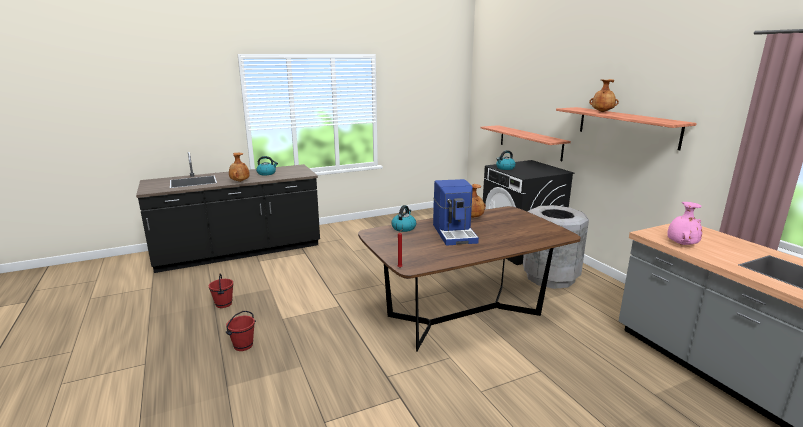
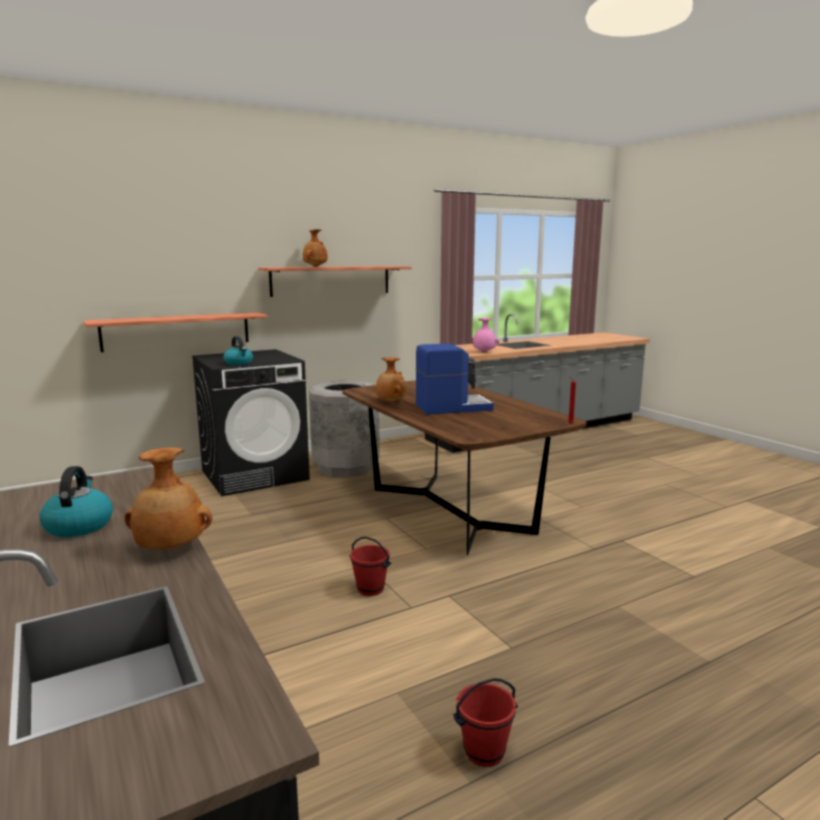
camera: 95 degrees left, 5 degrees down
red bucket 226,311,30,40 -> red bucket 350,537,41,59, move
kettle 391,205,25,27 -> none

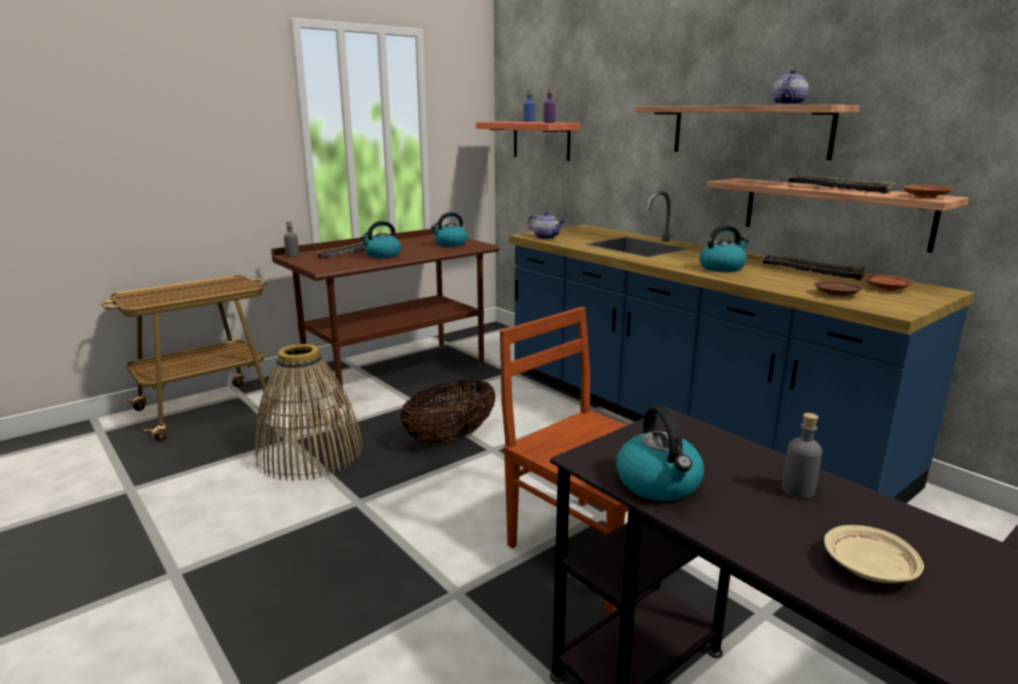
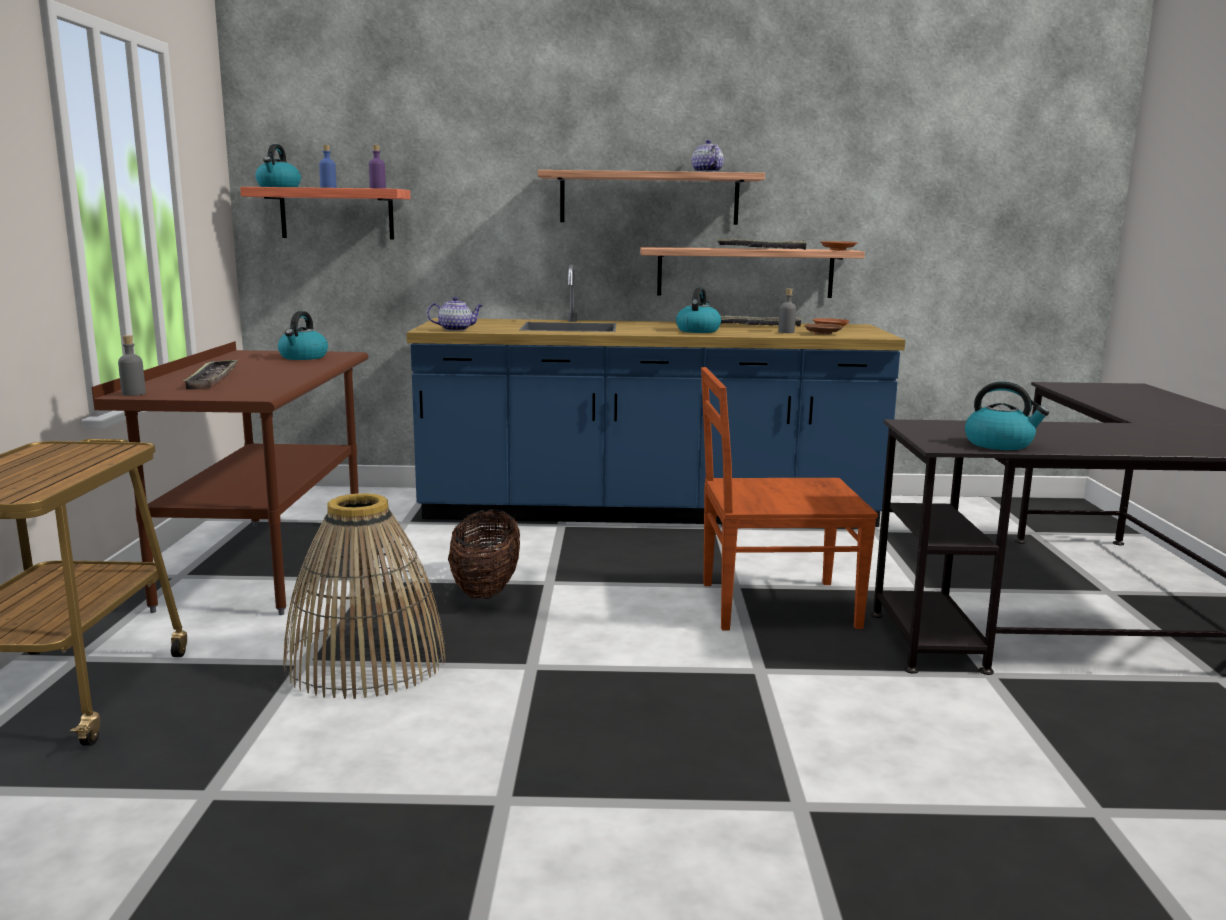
camera: 50 degrees left, 5 degrees down
kettle 360,221,41,37 -> kettle 255,144,46,43, move
grey bottle 782,413,40,86 -> grey bottle 778,289,18,44, move
beige plate 824,525,100,58 -> none

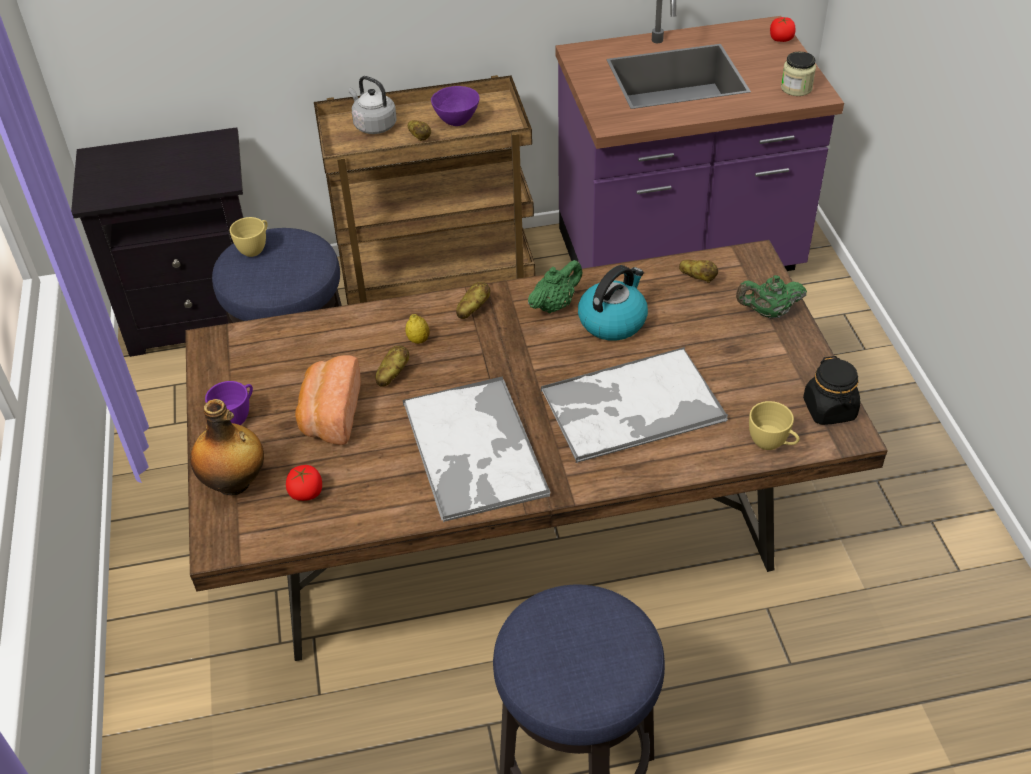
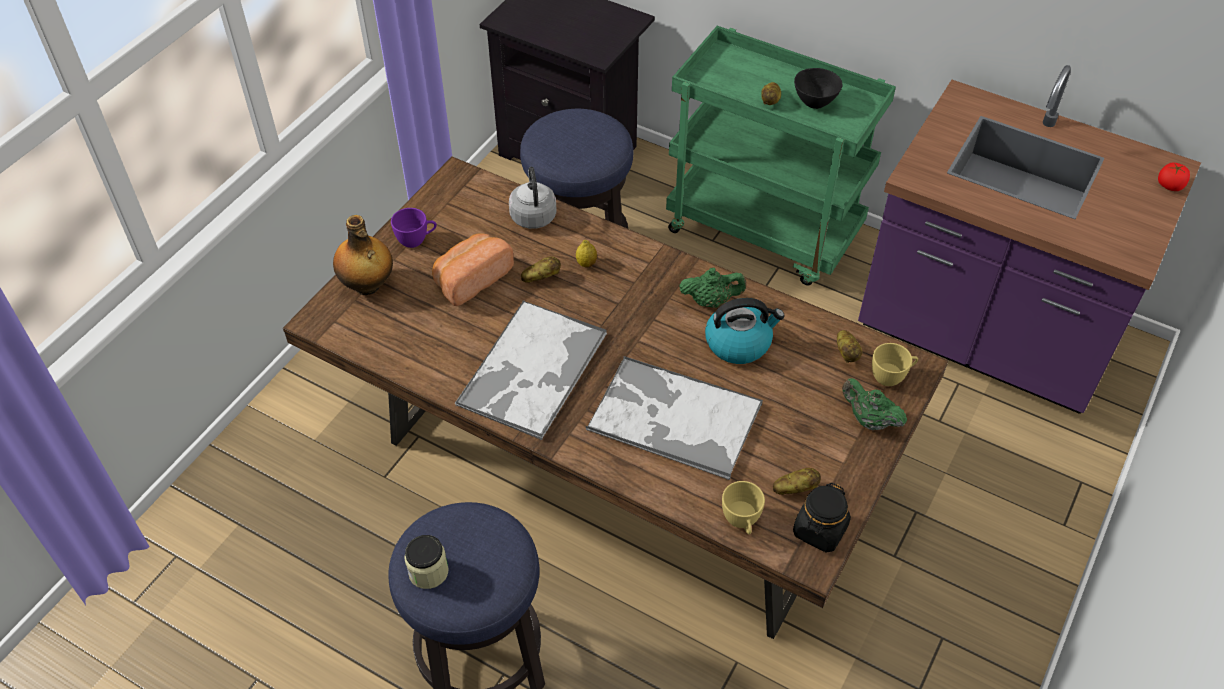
camera: 40 degrees right, 5 degrees up
yellow cup 230,217,38,40 -> yellow cup 872,343,46,43, move
tomato 286,465,36,36 -> none
brown cart 314,75,221,230 -> green cart 666,26,230,259
grey kettle 349,76,48,58 -> grey kettle 509,167,47,62, move
purple bowl 431,86,49,40 -> black bowl 794,68,48,41
potato 456,282,34,37 -> potato 773,468,48,27, move
jar 781,51,35,45 -> jar 404,535,45,54, move

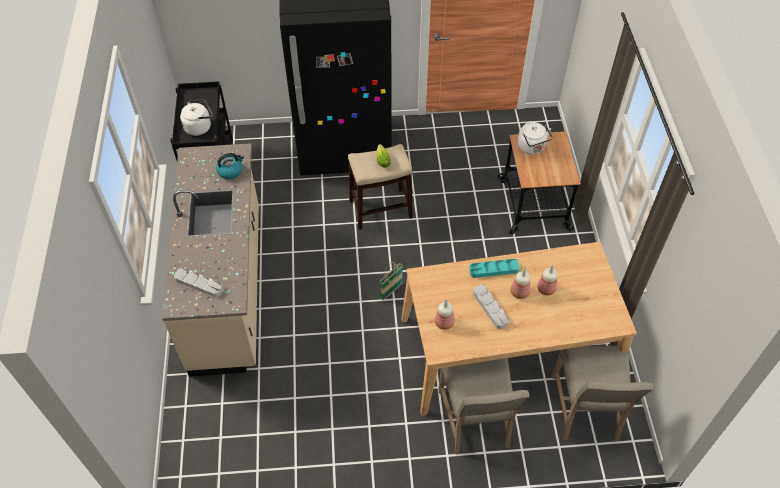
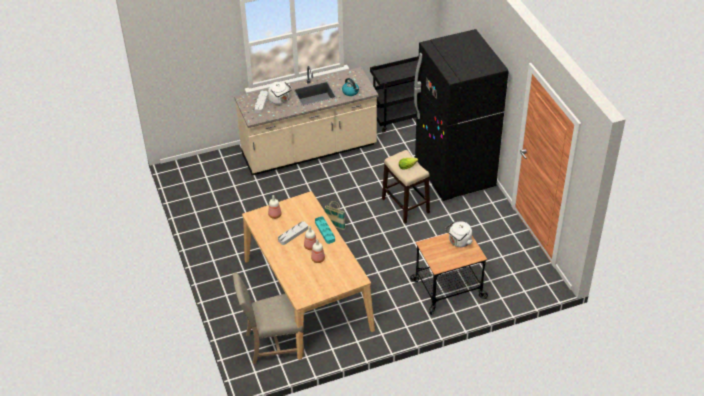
camera: 75 degrees right, 10 degrees down
white kettle 180,99,33,37 -> white kettle 268,82,24,23, move
beige chair 438,358,91,96 -> none

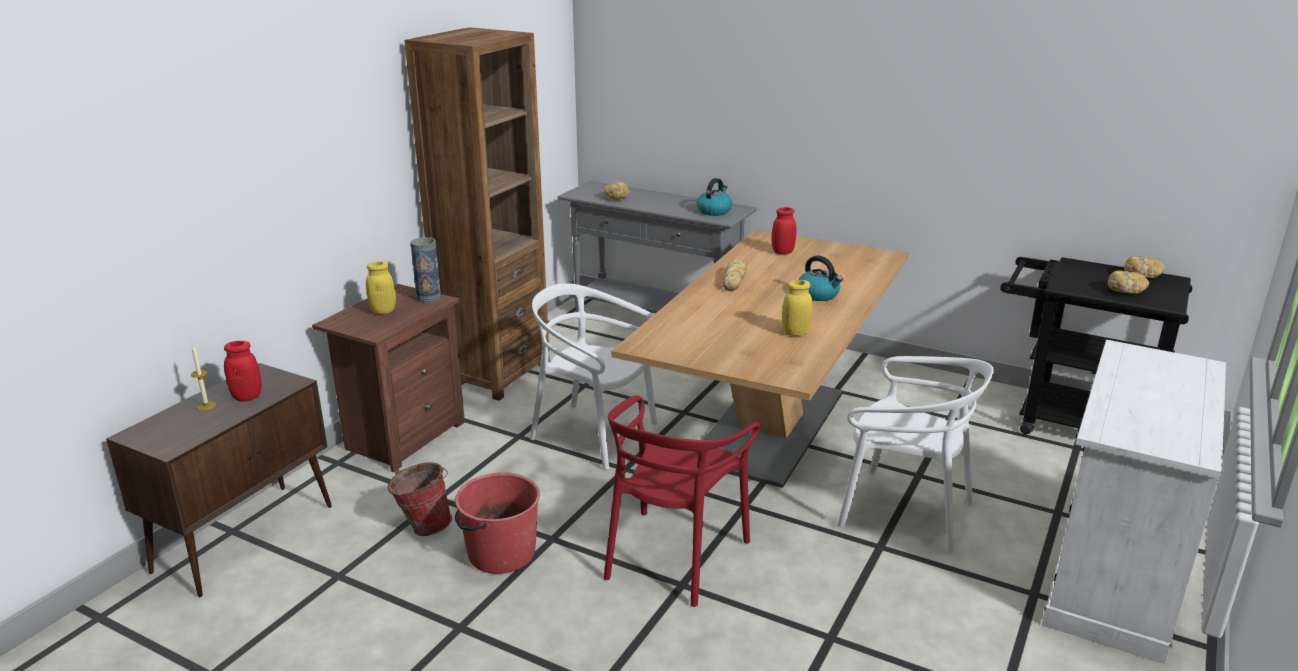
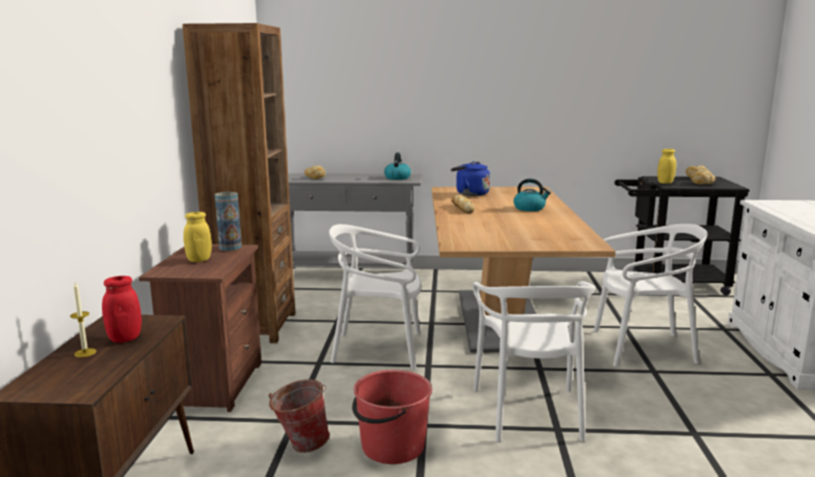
camera: 25 degrees left, 10 degrees down
red chair 604,395,156,212 -> white chair 473,281,122,161
red jar 771,207,25,47 -> blue kettle 451,162,39,34
yellow jar 782,280,31,56 -> yellow jar 657,149,19,35, move

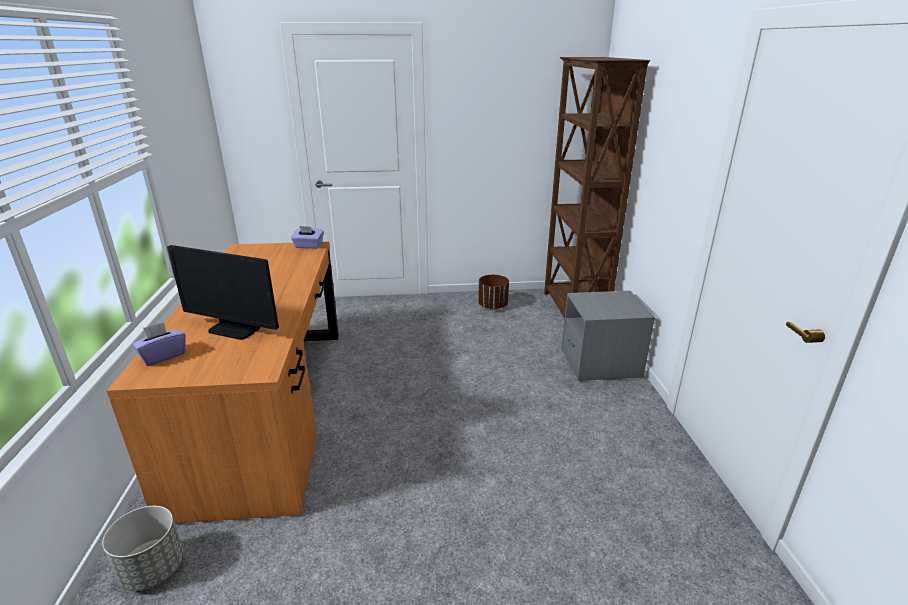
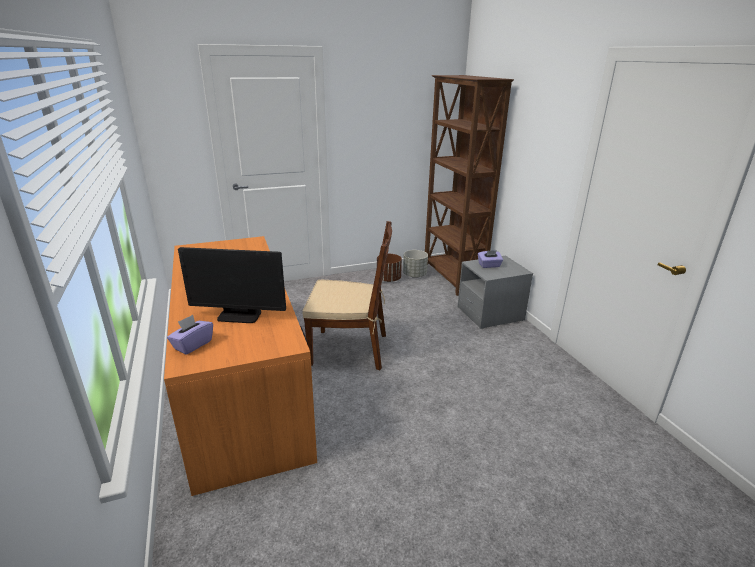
camera: 15 degrees left, 0 degrees up
grey planter 102,506,82,85 -> grey planter 403,250,25,28, move
purple tissue box 291,226,33,23 -> purple tissue box 478,250,25,18, move
none -> brown chair 302,221,90,149

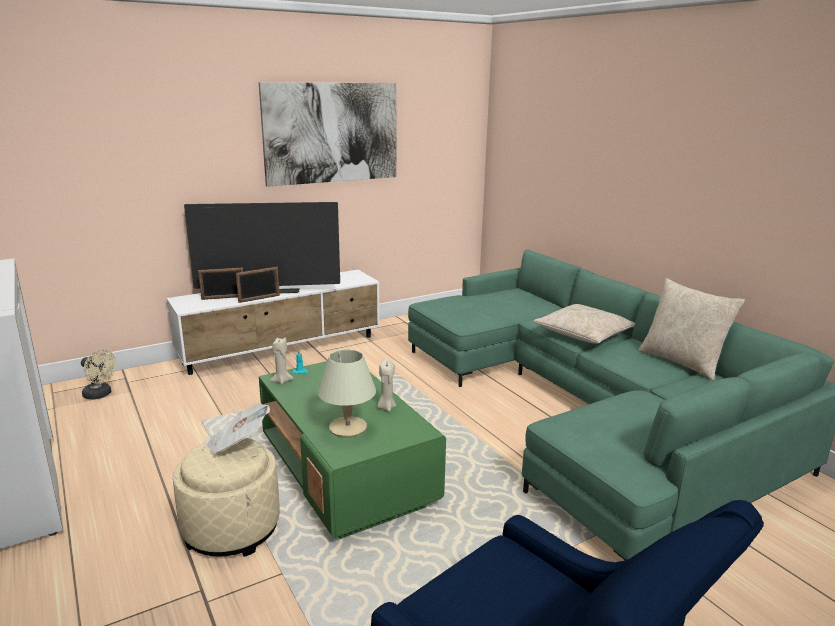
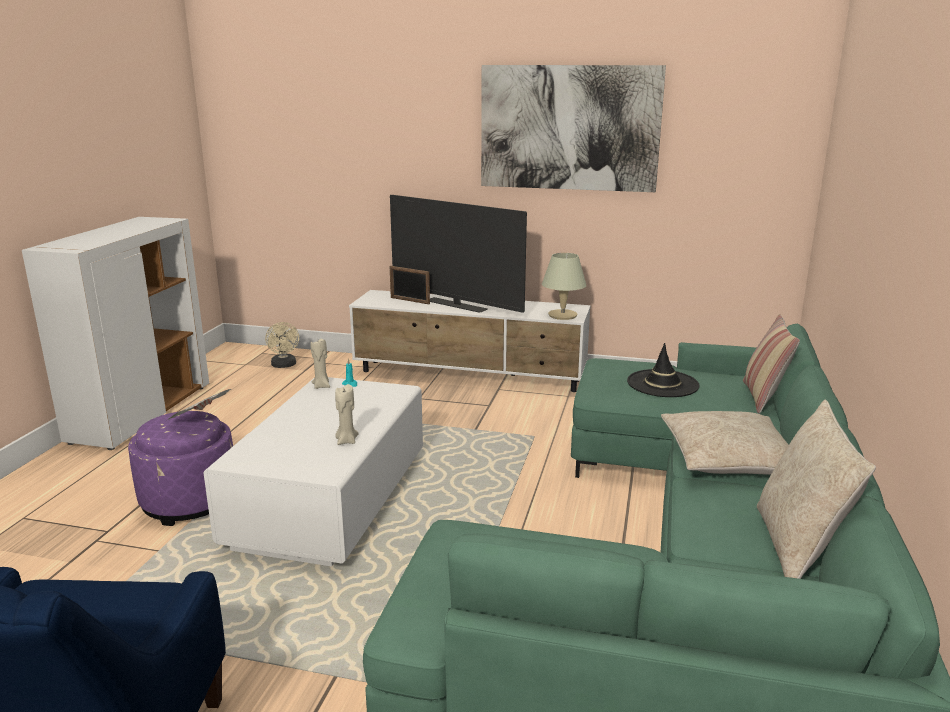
camera: 45 degrees right, 0 degrees up
beige ottoman 173,438,107,119 -> purple ottoman 128,411,105,115
picture frame 236,267,44,36 -> none
green coffee table 259,361,187,178 -> white coffee table 204,377,219,190
beige table lamp 318,349,58,89 -> beige table lamp 542,253,45,67, move
none -> black hat 627,343,73,54
none -> pillow 743,314,57,100

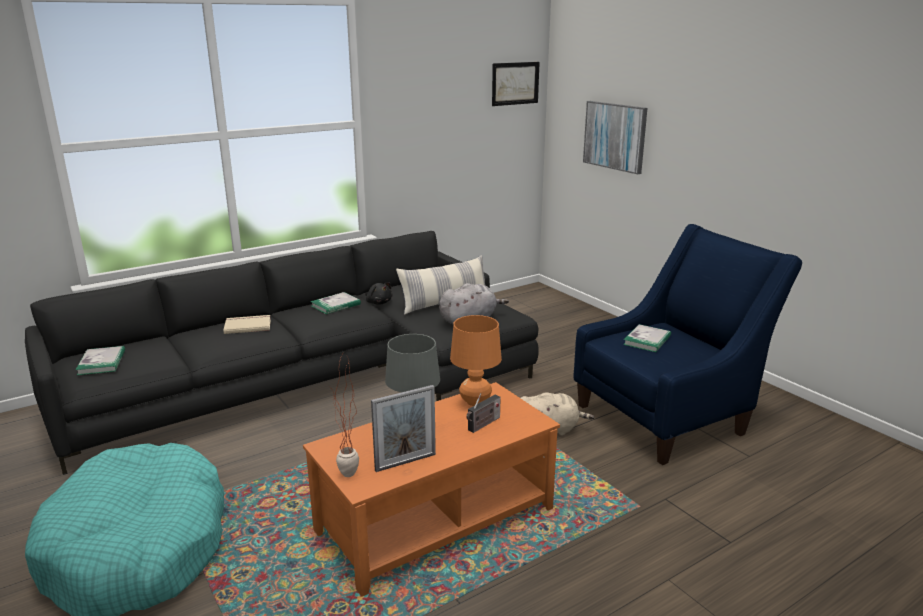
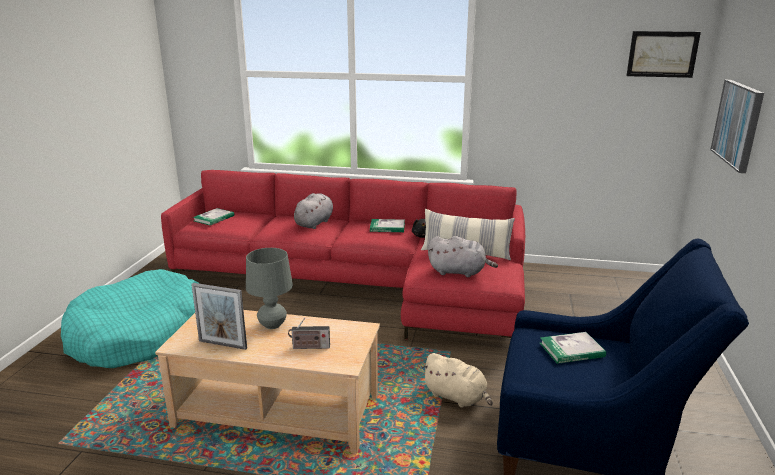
camera: 45 degrees right, 0 degrees up
black sofa 25,231,514,244 -> red sofa 161,170,364,169
beige book 223,315,48,19 -> grey plush toy 294,193,39,36
orange coffee table 303,382,257,215 -> beige coffee table 155,310,225,144
potted plant 328,355,31,122 -> none
orange table lamp 450,315,52,91 -> none

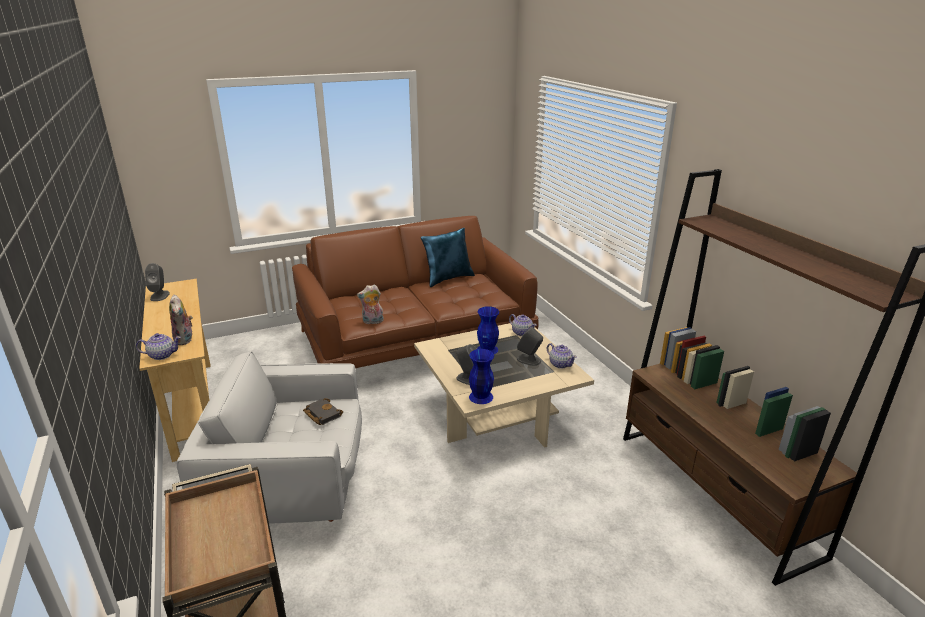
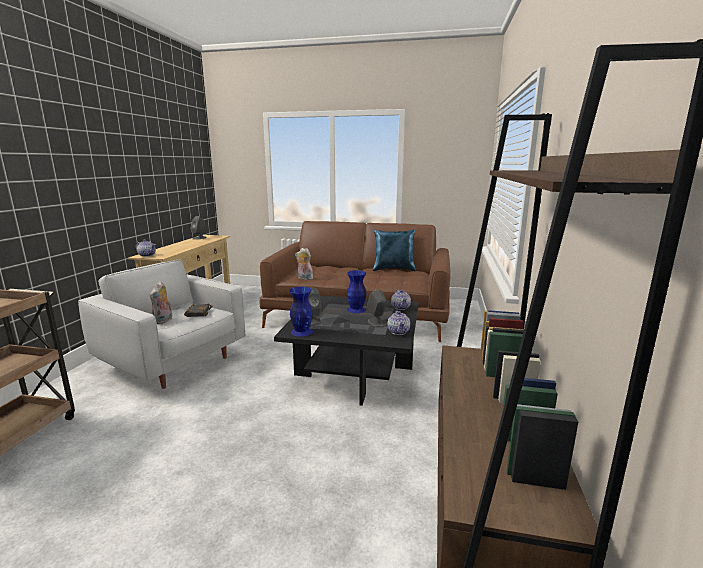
camera: 35 degrees right, 10 degrees down
plush toy 169,295,24,50 -> plush toy 150,281,22,43, move
beige coffee table 414,323,180,125 -> black coffee table 274,296,145,110

